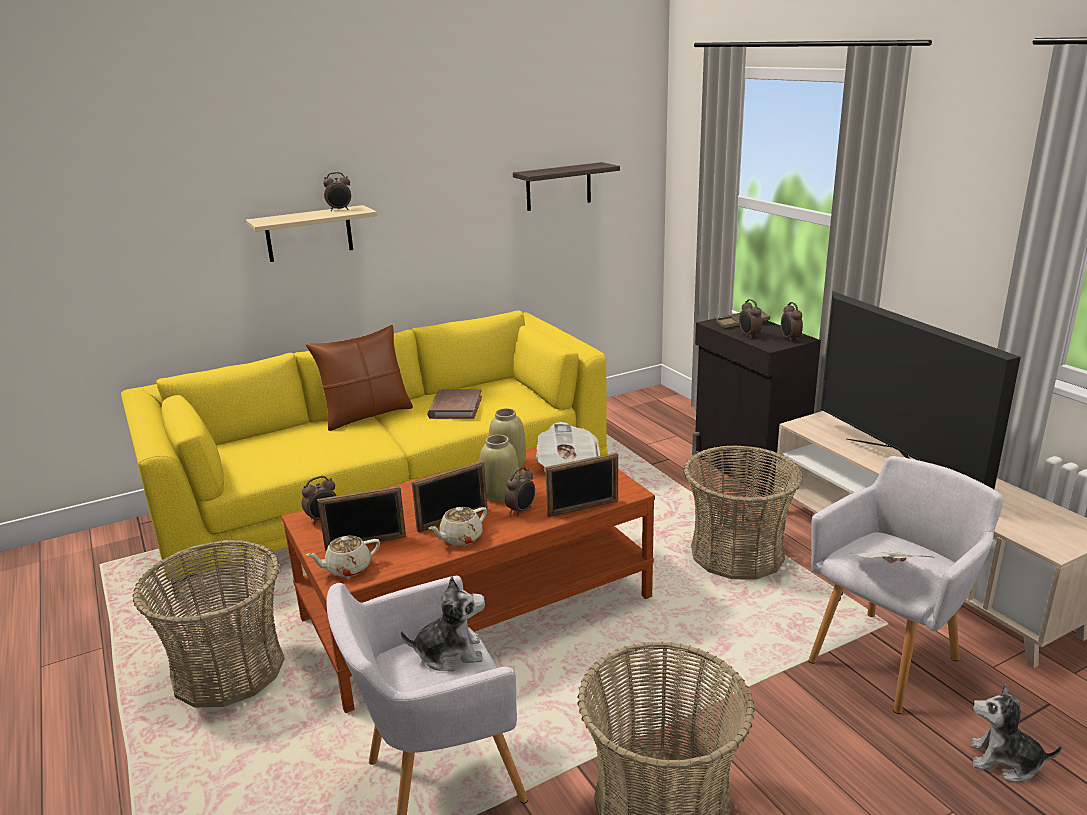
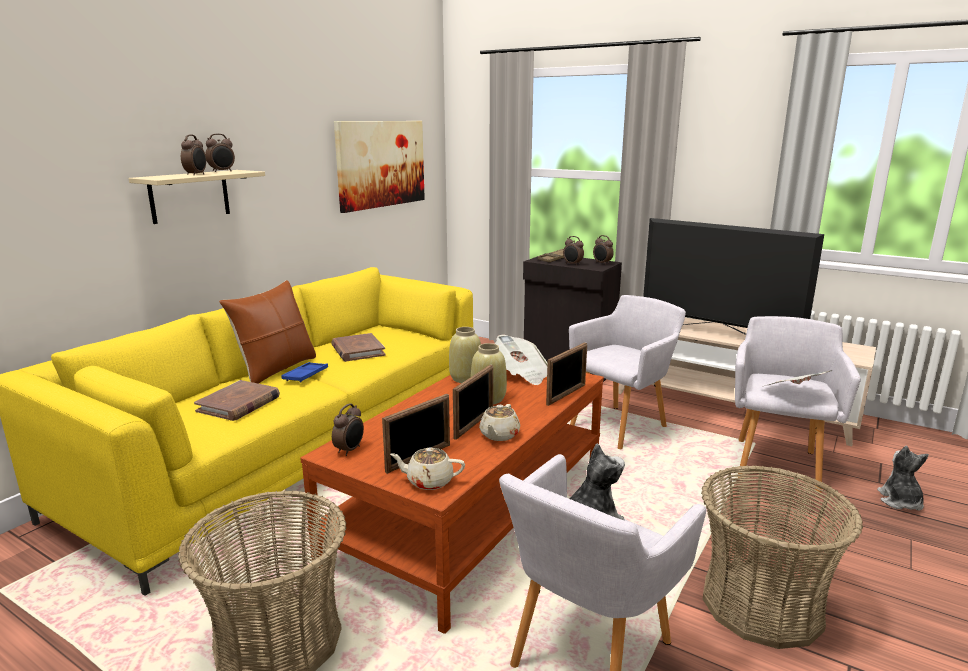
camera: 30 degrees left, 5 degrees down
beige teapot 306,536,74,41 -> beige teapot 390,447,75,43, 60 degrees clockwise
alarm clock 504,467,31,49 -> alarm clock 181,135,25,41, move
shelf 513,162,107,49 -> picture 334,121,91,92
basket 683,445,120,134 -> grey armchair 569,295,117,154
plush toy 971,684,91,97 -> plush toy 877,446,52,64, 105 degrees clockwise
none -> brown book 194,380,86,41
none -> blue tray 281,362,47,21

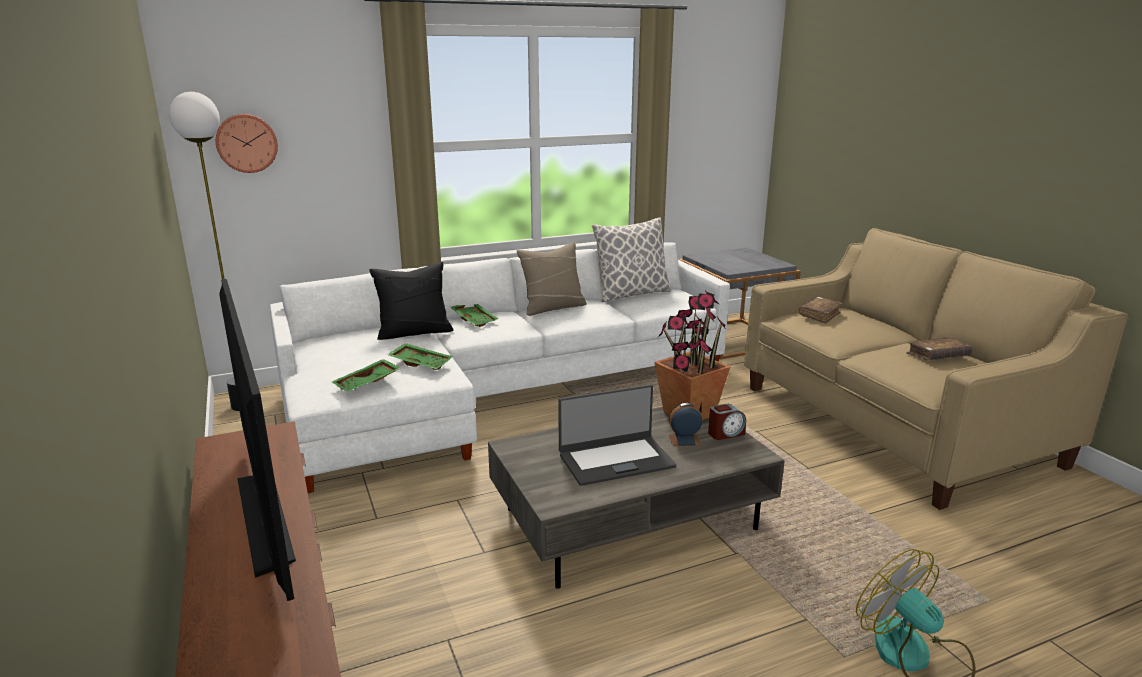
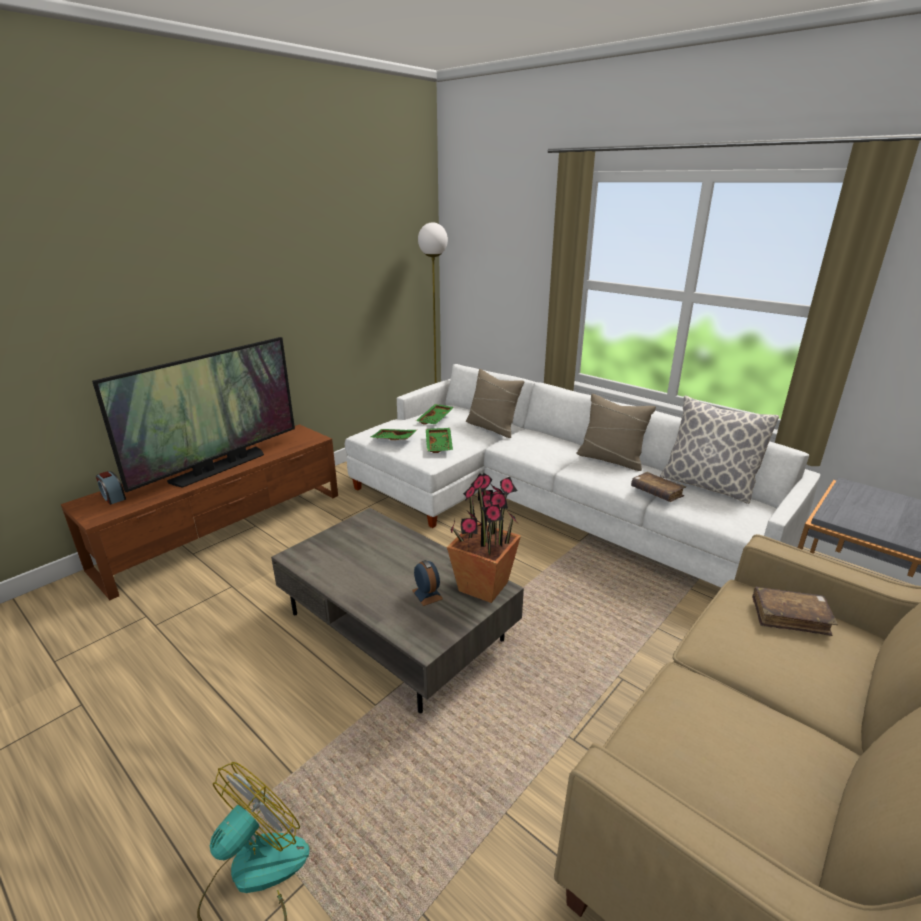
camera: 65 degrees right, 5 degrees up
wall clock 216,114,62,59 -> none
black pillow 369,262,84,78 -> beige pillow 466,369,59,69
green tray 450,304,49,23 -> green tray 416,404,38,21, move
laptop 558,384,118,102 -> none
alarm clock 708,404,38,36 -> alarm clock 96,471,30,34, move
brown book 906,336,67,24 -> brown book 631,472,55,30, move

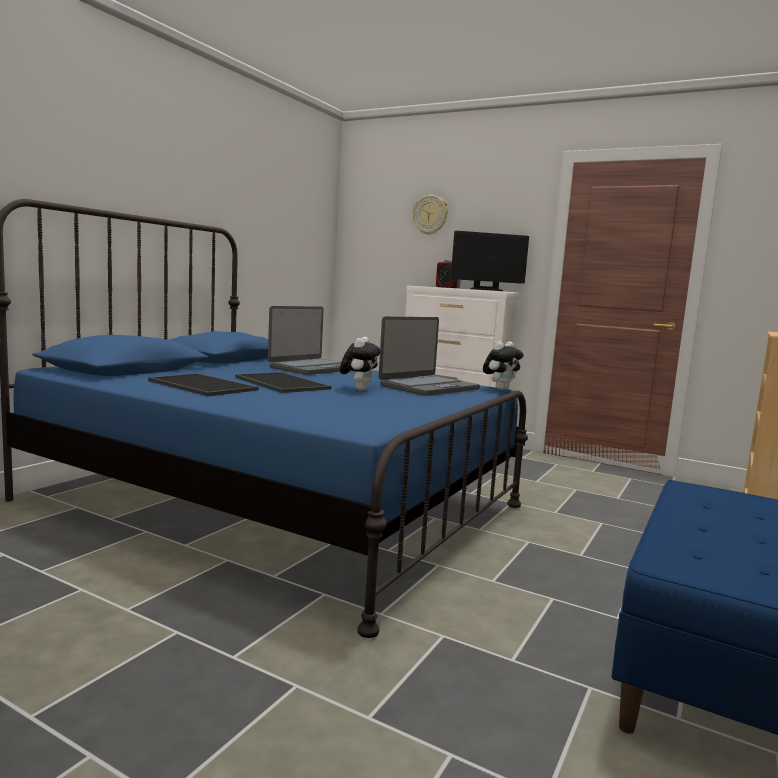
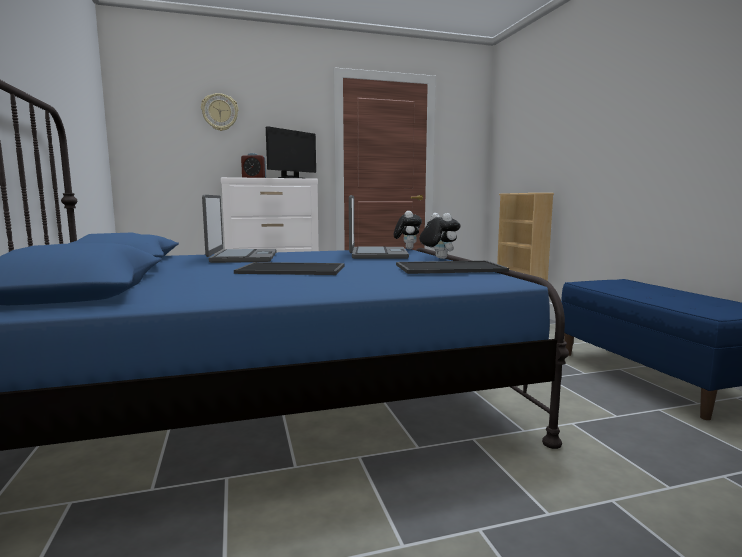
camera: 45 degrees left, 0 degrees up
tray 148,373,110,23 -> tray 396,260,113,14, move
plush toy 340,337,41,54 -> plush toy 419,213,41,46, move

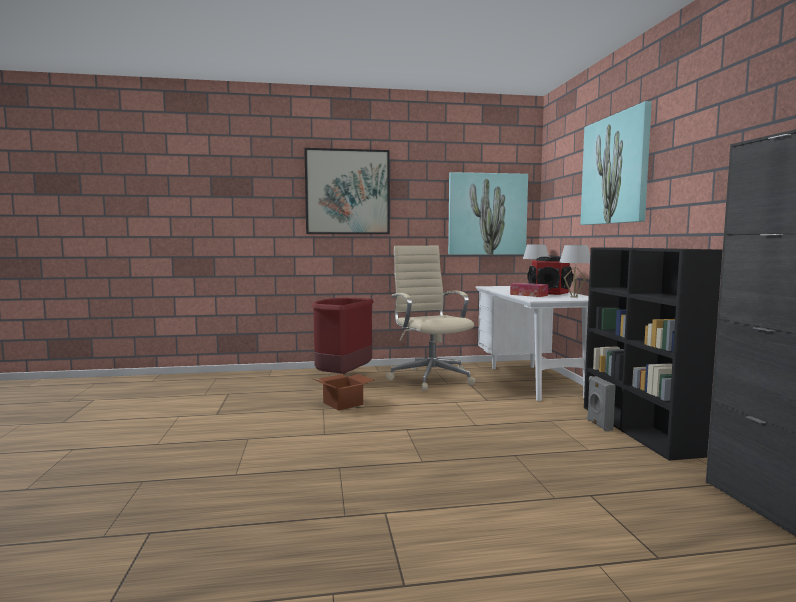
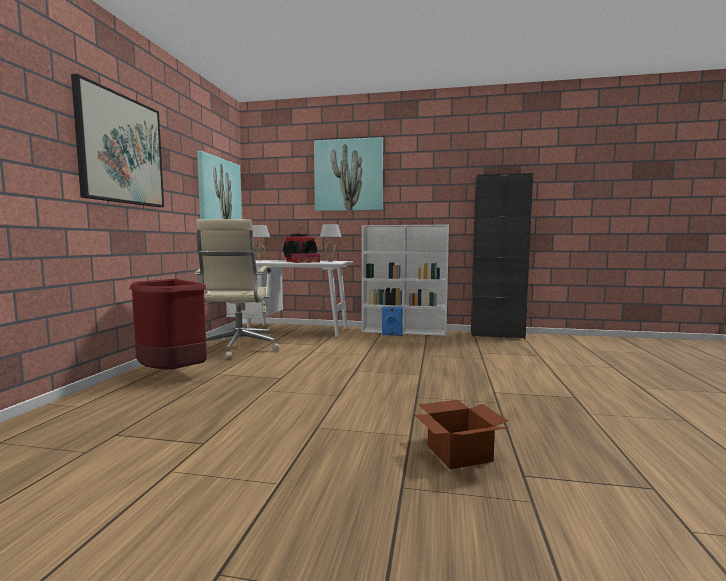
camera: 70 degrees left, 0 degrees up
cardboard box 311,374,64,36 -> cardboard box 415,400,94,70, move
beige office chair 386,246,89,145 -> beige office chair 195,219,85,141, 90 degrees counterclockwise
black bookcase 584,248,138,213 -> white bookcase 362,225,87,111
grey speaker 587,376,29,56 -> blue speaker 382,306,21,30

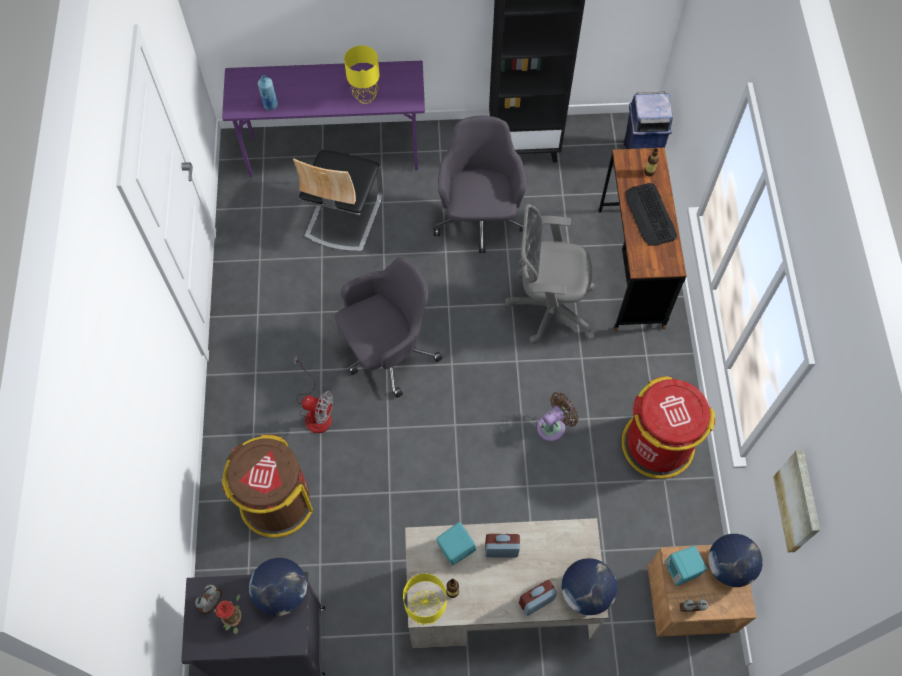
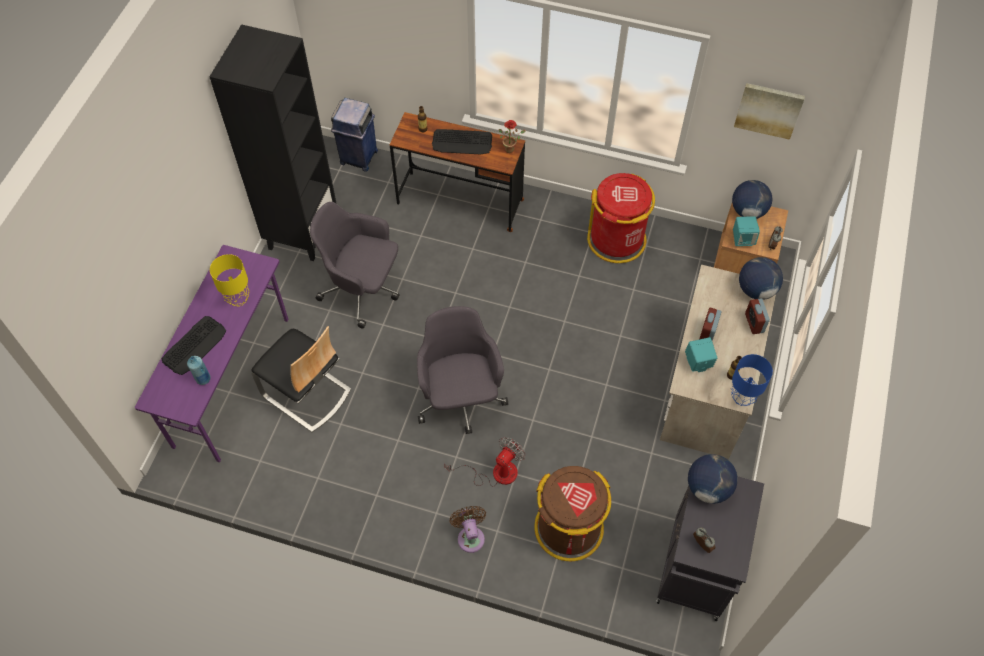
camera: 70 degrees left, 5 degrees down
potted plant 213,594,29,40 -> potted plant 499,120,27,33, move
yellow table lamp 403,573,43,51 -> blue table lamp 731,354,42,52
grey office chair 505,204,89,140 -> none
brown fan 537,392,41,49 -> brown fan 449,506,37,47, move
none -> keyboard 161,316,65,59

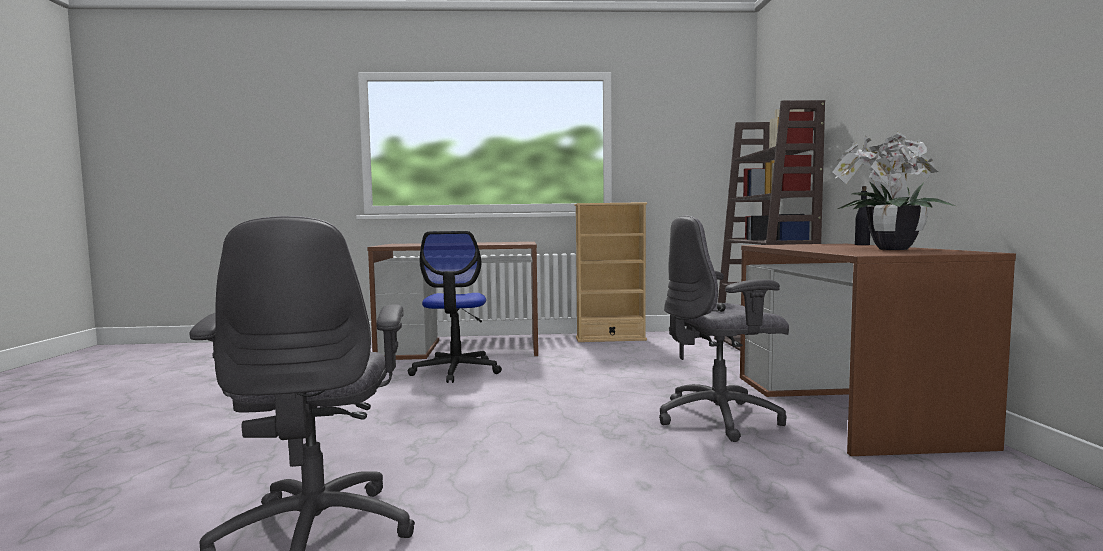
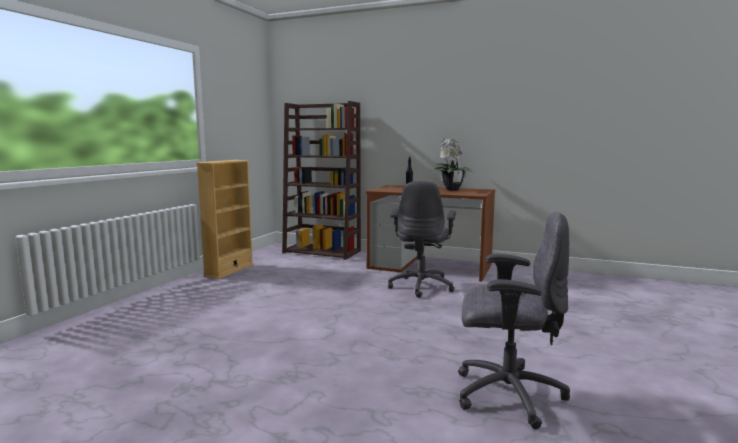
camera: 65 degrees left, 5 degrees up
brown desk 367,242,171,118 -> none
office chair 408,231,94,152 -> none

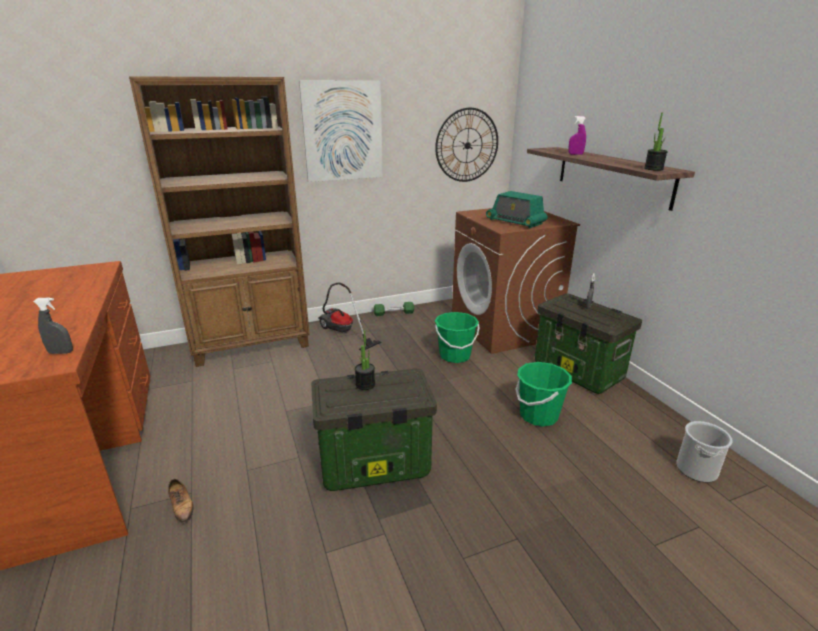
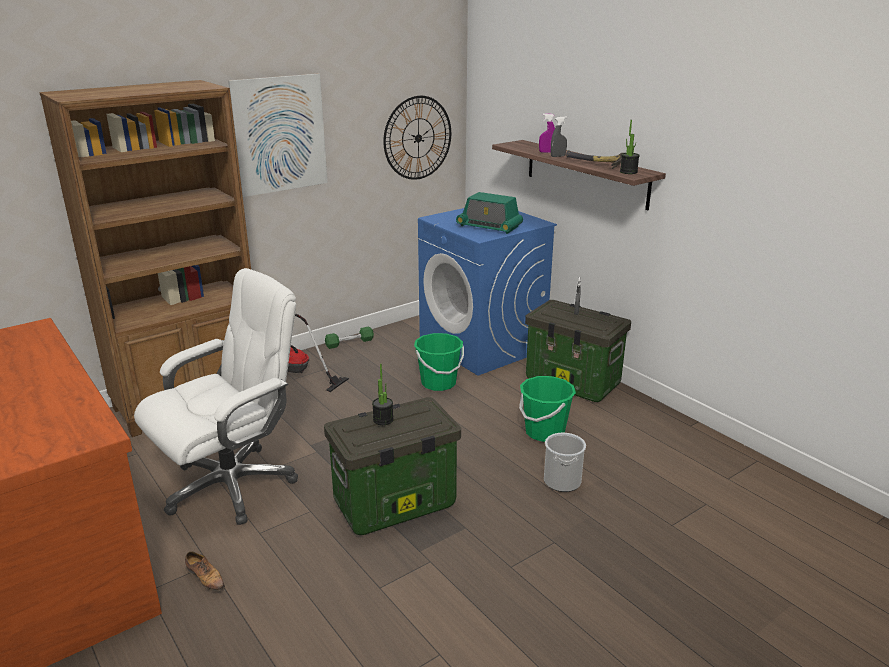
camera: 15 degrees left, 0 degrees up
grey spray bottle 33,297,40,57 -> grey spray bottle 551,116,16,41, move
brown washing machine 452,208,128,146 -> blue washing machine 418,208,139,168
bucket 676,421,57,62 -> bucket 544,433,42,59, move
none -> white office chair 134,268,164,257
none -> hammer 566,150,57,19

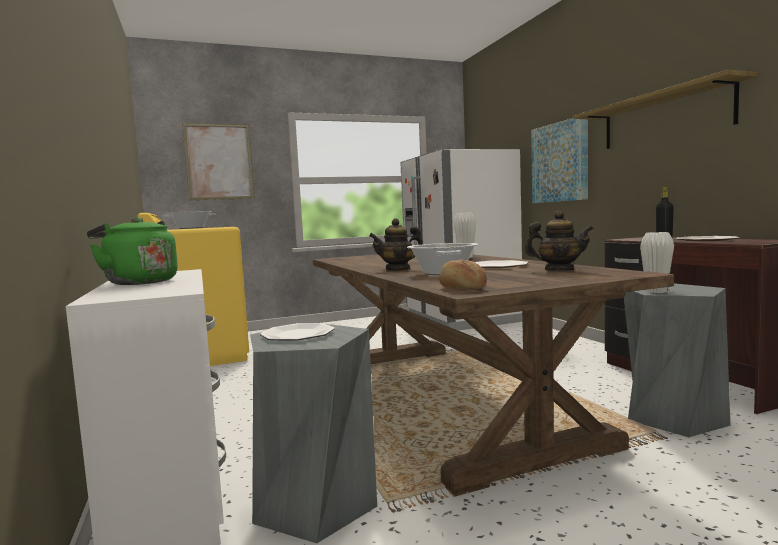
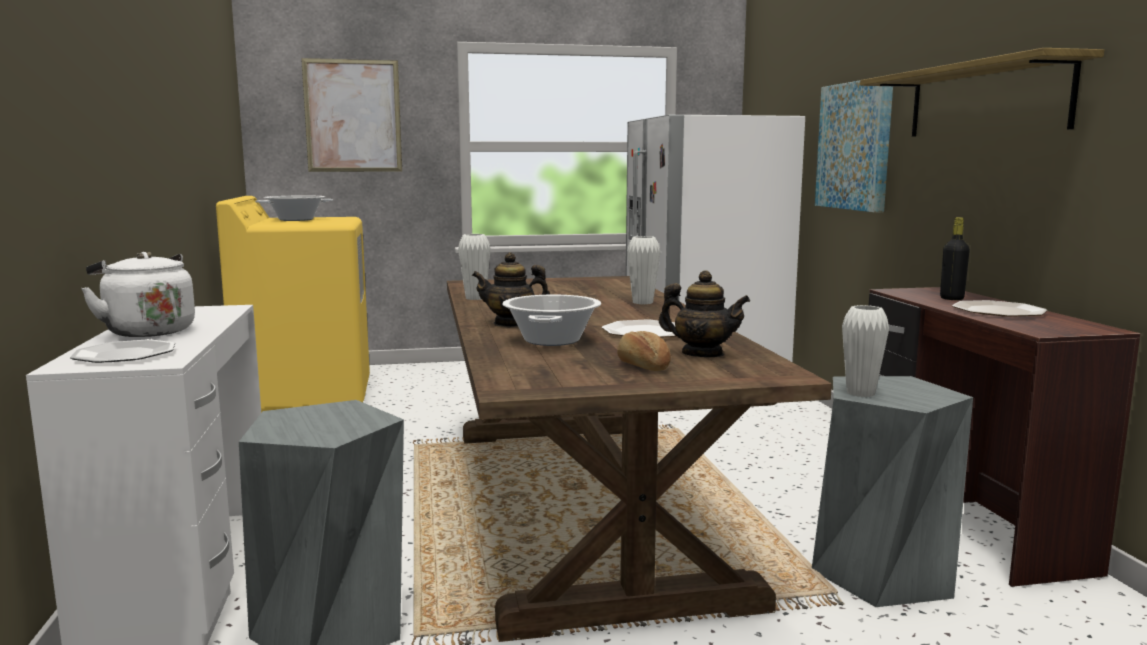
camera: 10 degrees right, 5 degrees up
green kettle 87,217,91,68 -> white kettle 81,252,114,85
plate 260,323,75,18 -> plate 70,339,105,24, move
bread 439,260,48,29 -> bread 617,331,54,40, move
none -> white vase 458,234,33,66

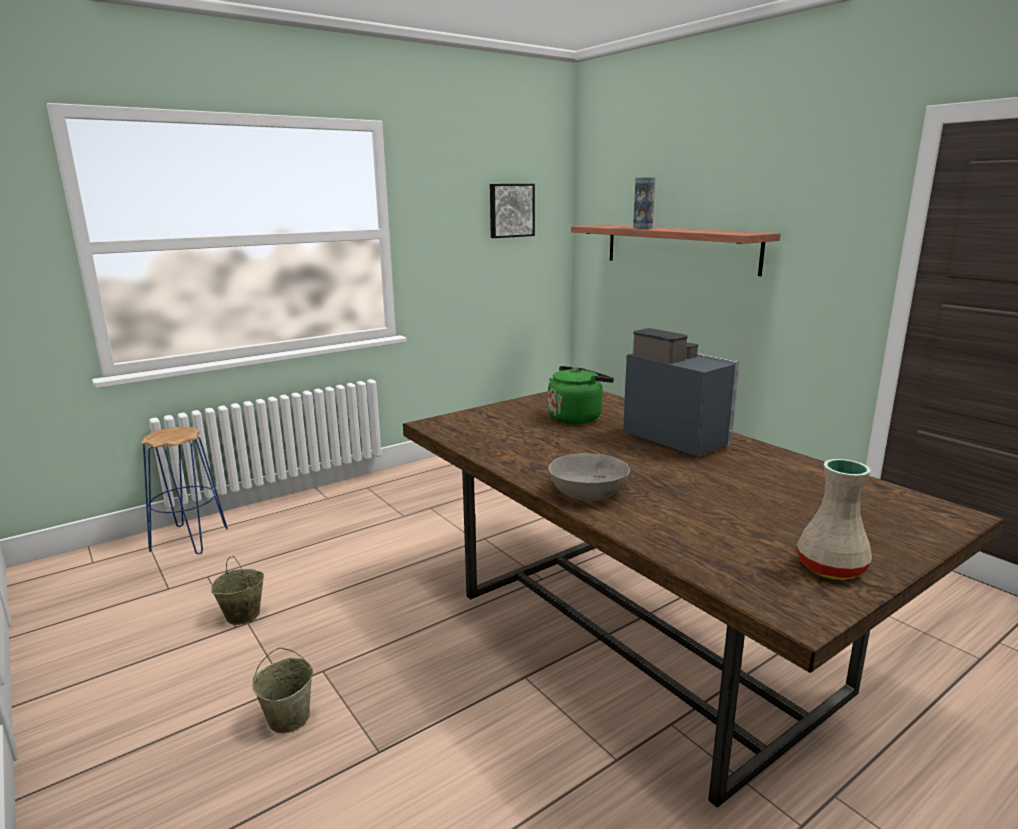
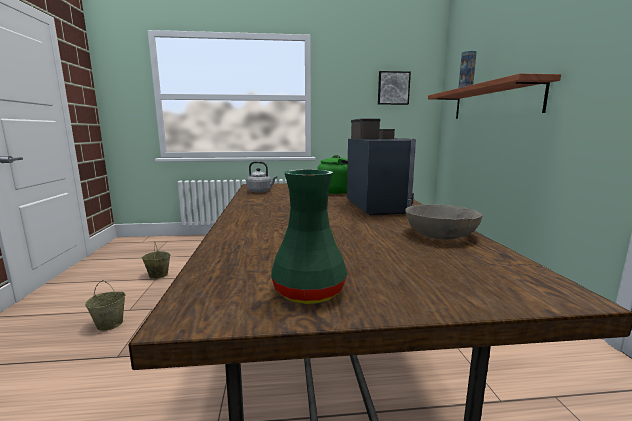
camera: 30 degrees right, 5 degrees down
blue stool 141,427,87,127 -> none
grey bowl 548,453,82,48 -> grey bowl 405,204,78,35, move
beige vase 797,459,75,121 -> green vase 271,169,76,135
none -> grey kettle 247,161,30,32

